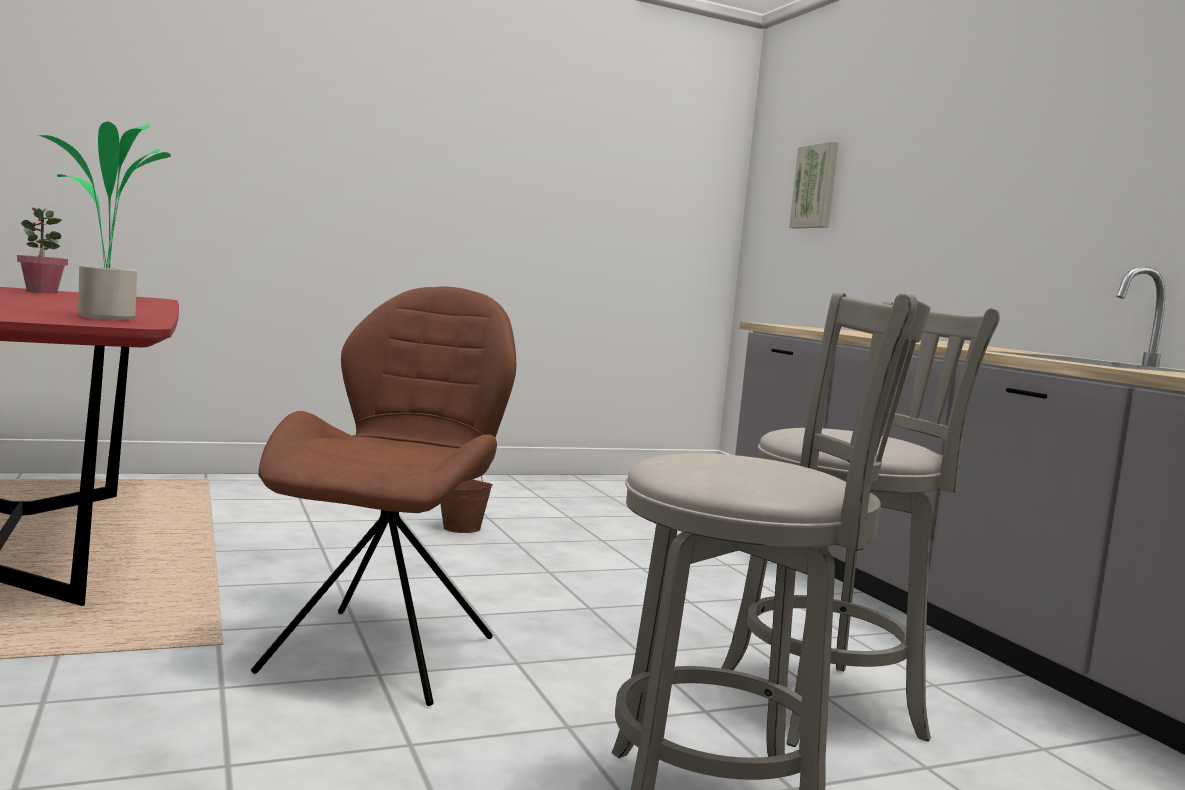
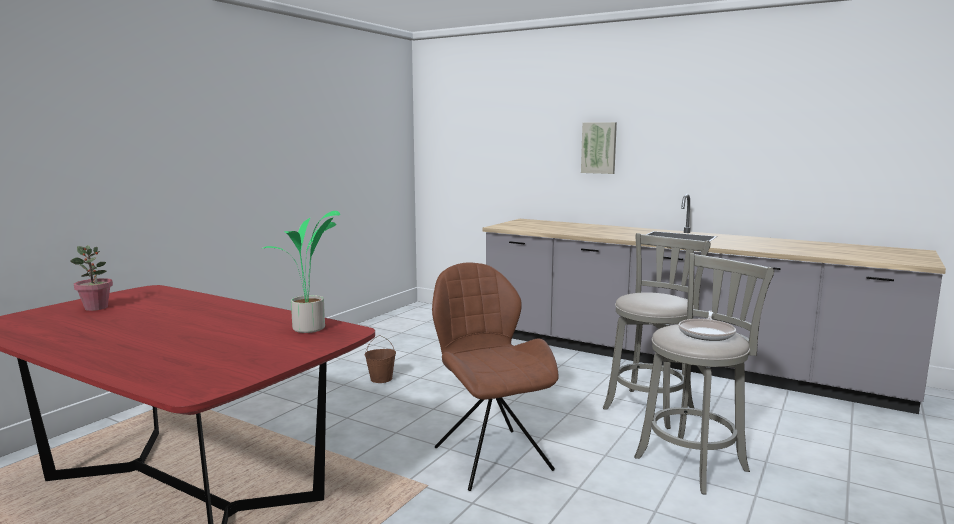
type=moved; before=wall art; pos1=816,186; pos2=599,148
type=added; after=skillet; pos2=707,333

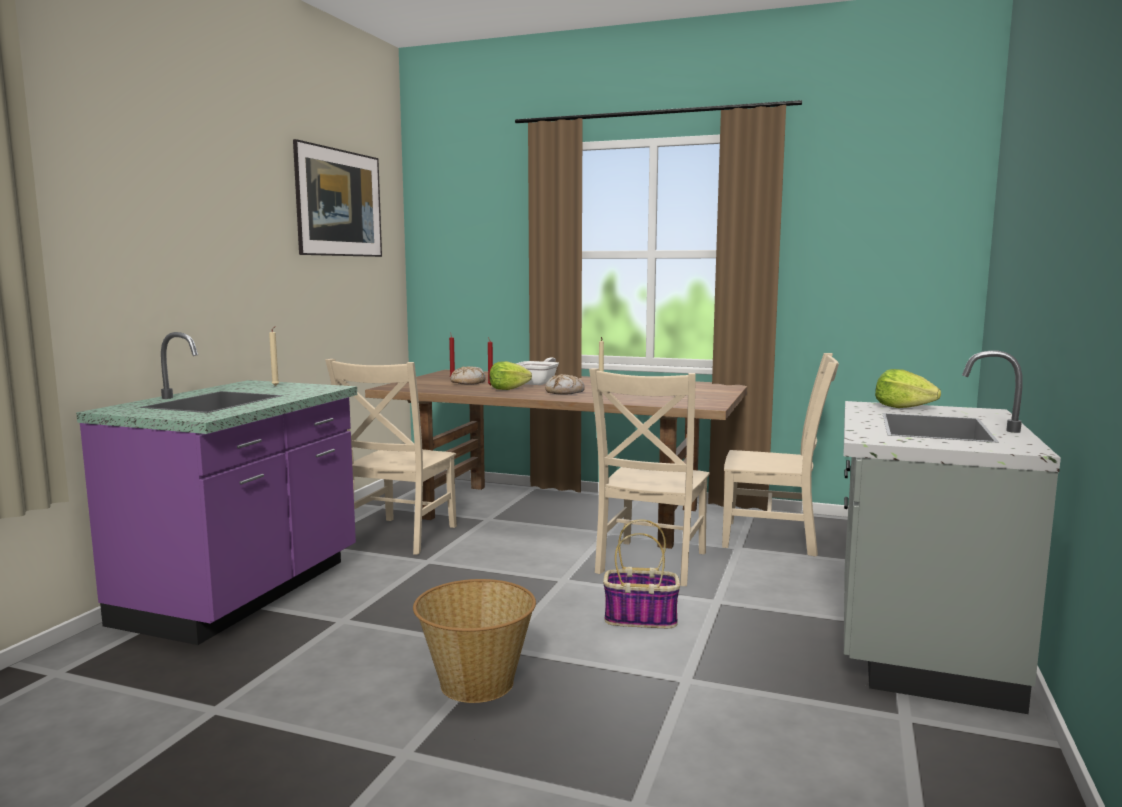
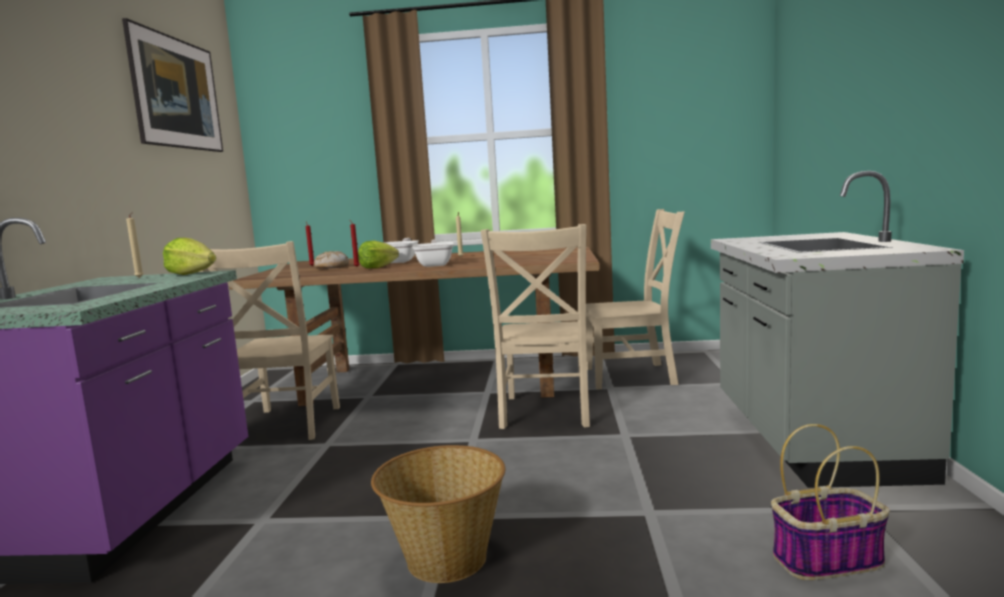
type=moved; before=head of lettuce; pos1=903,407; pos2=192,274
type=replaced; before=baked bread; after=skillet; pos1=564,392; pos2=435,264
type=moved; before=basket; pos1=641,618; pos2=828,559

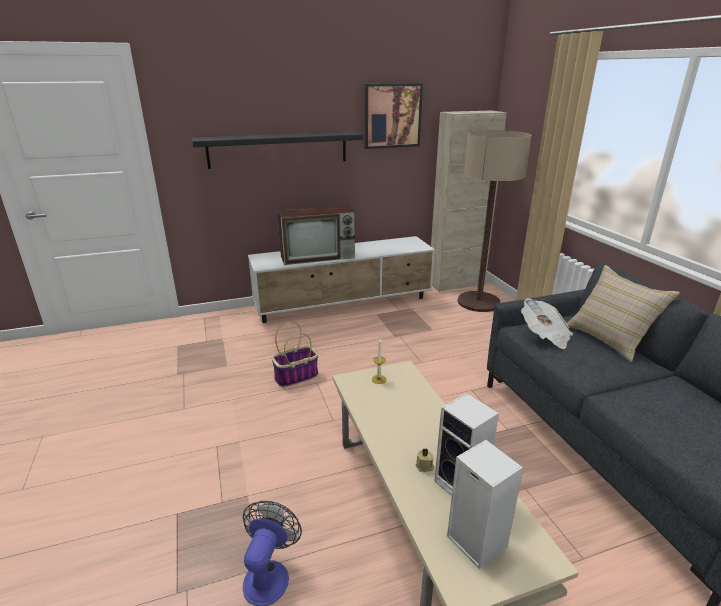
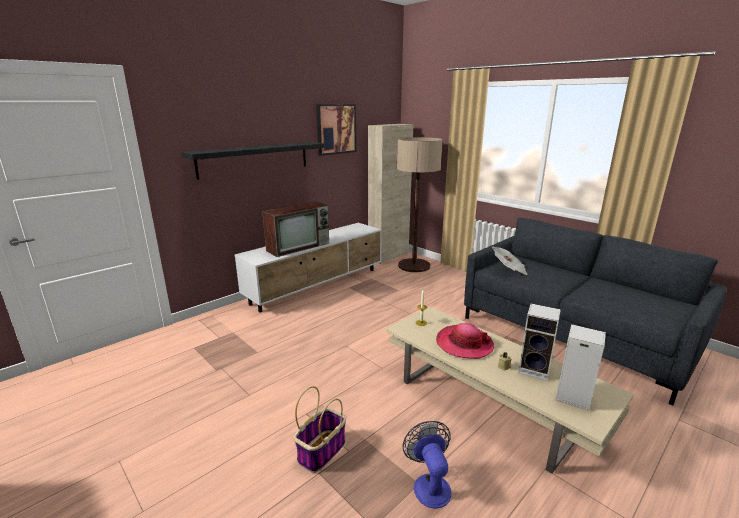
type=removed; before=sand-coloured pillow; pos1=610,339
type=moved; before=basket; pos1=296,376; pos2=322,450
type=added; after=hat; pos2=464,344

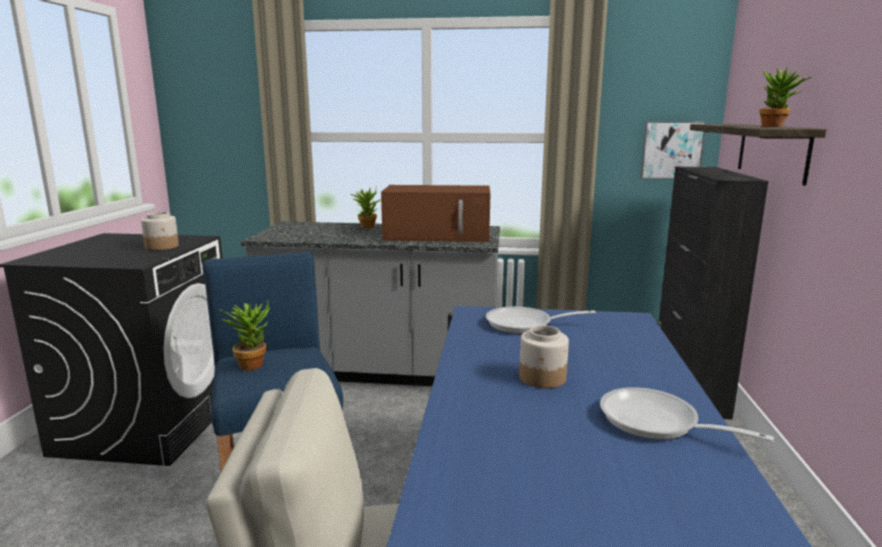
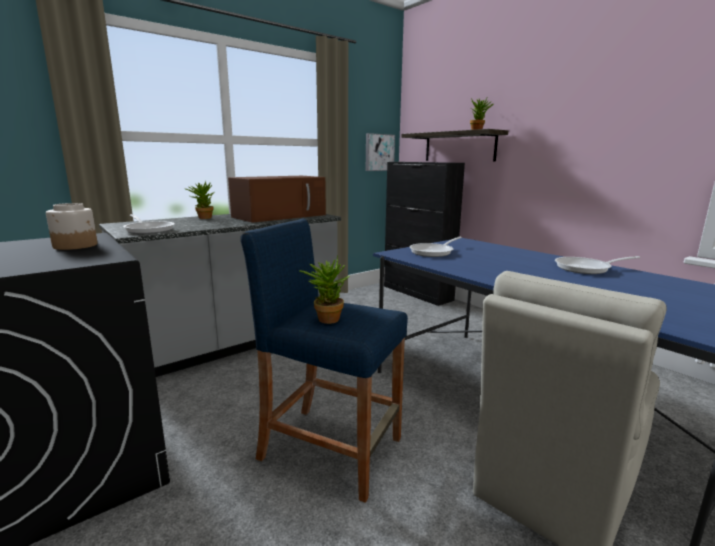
type=removed; before=preserve jar; pos1=542,378
type=added; after=skillet; pos2=149,230

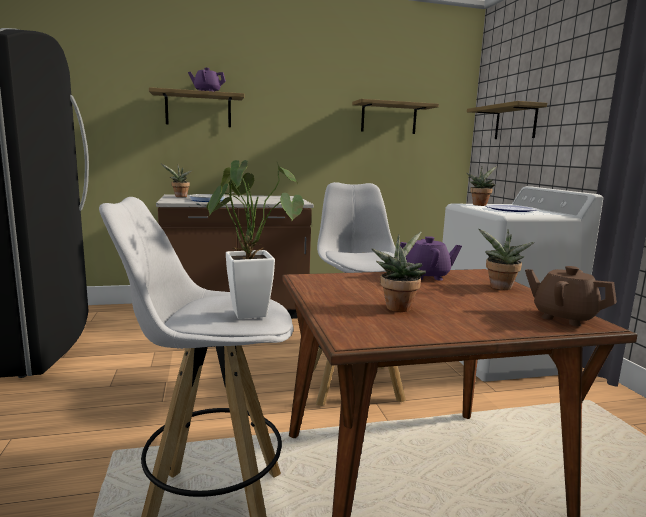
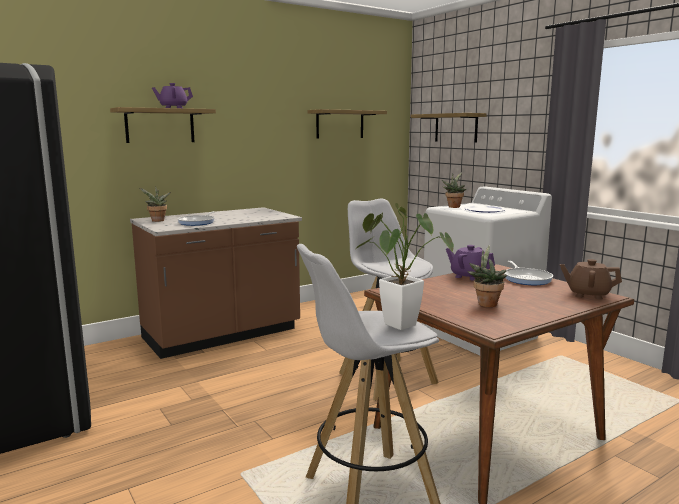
type=replaced; before=houseplant; after=skillet; pos1=499,288; pos2=526,279
type=turned; before=purplish pot for tea; pos1=426,276; pos2=468,276; turn=-120

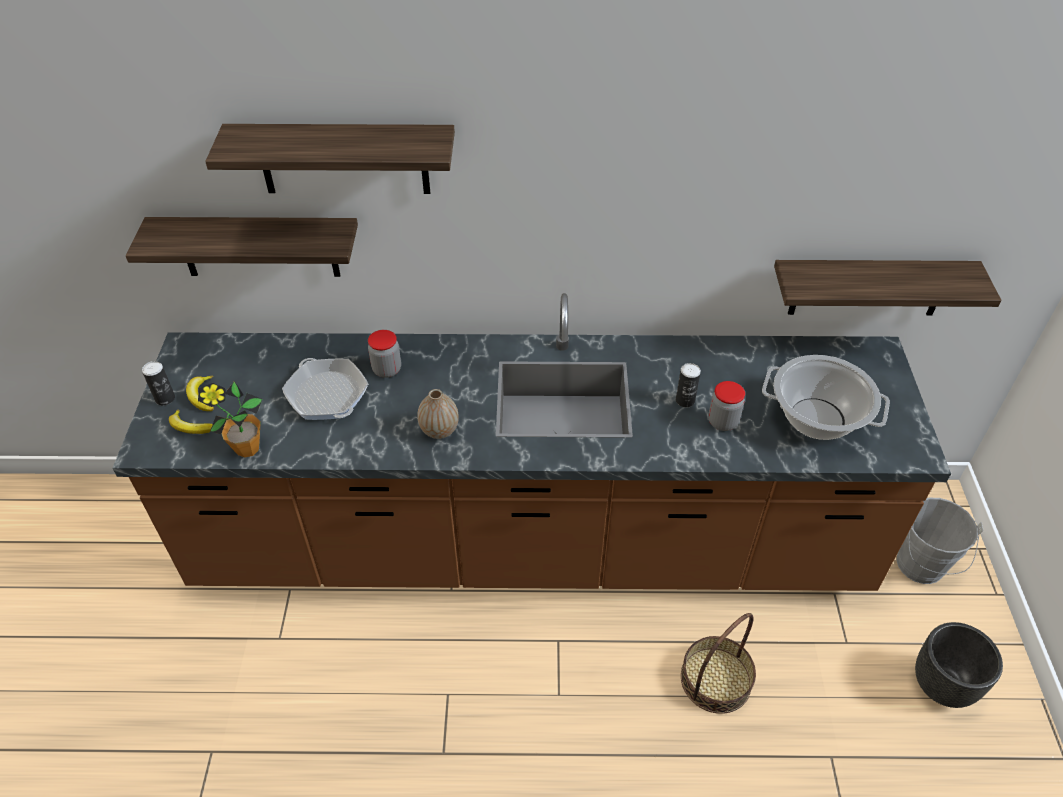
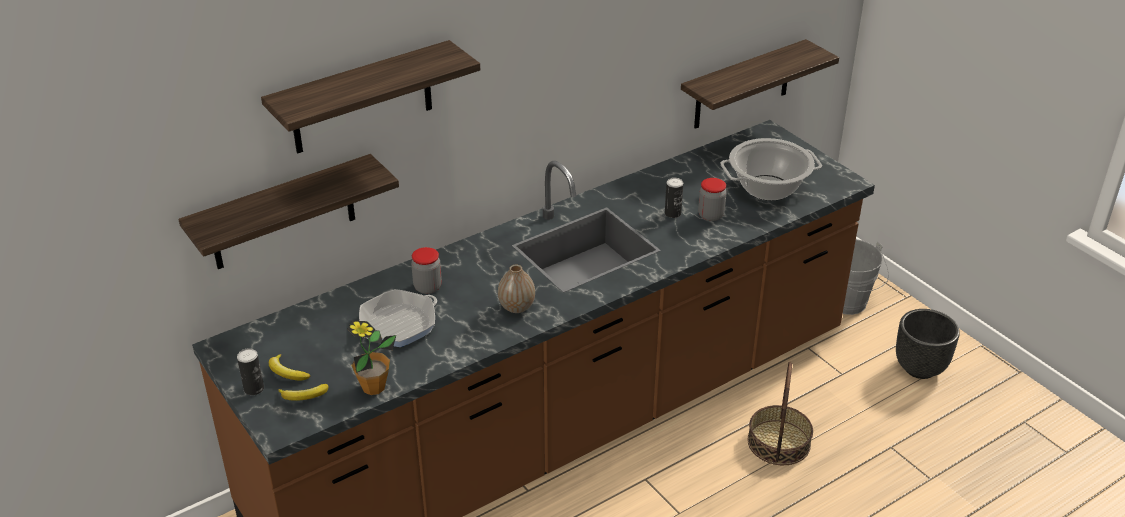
type=turned; before=skillet; pos1=327,395; pos2=398,324; turn=-60

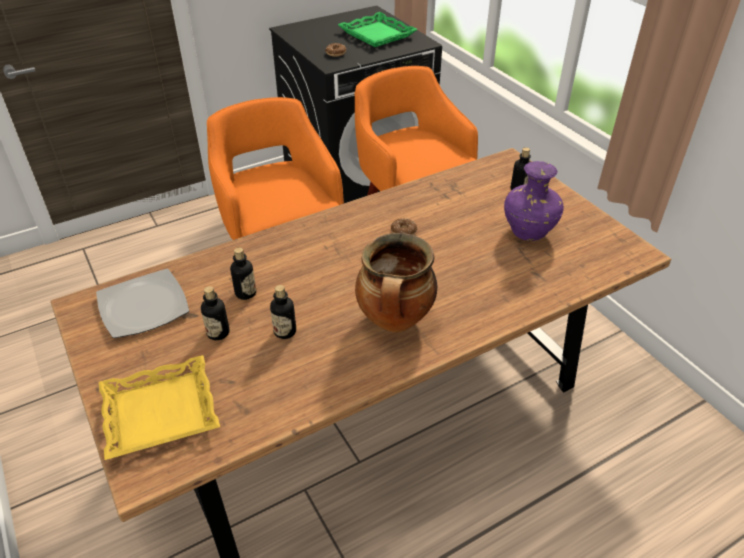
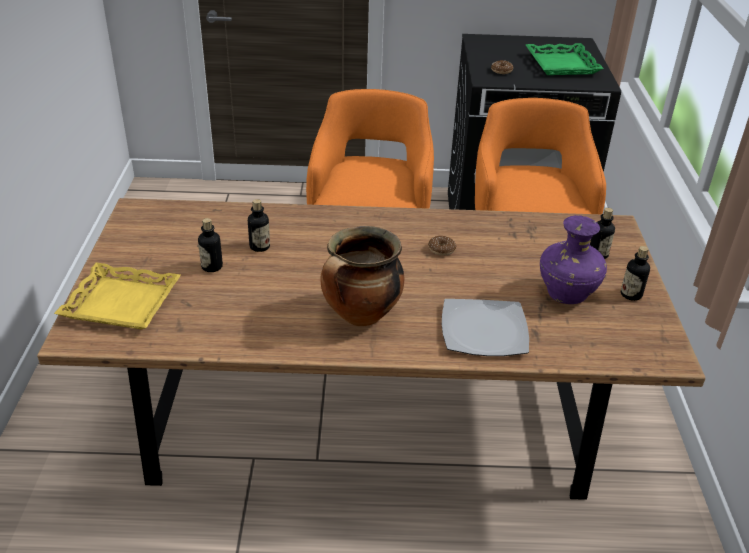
type=moved; before=plate; pos1=142,306; pos2=483,330
type=moved; before=beverage bottle; pos1=285,331; pos2=631,294

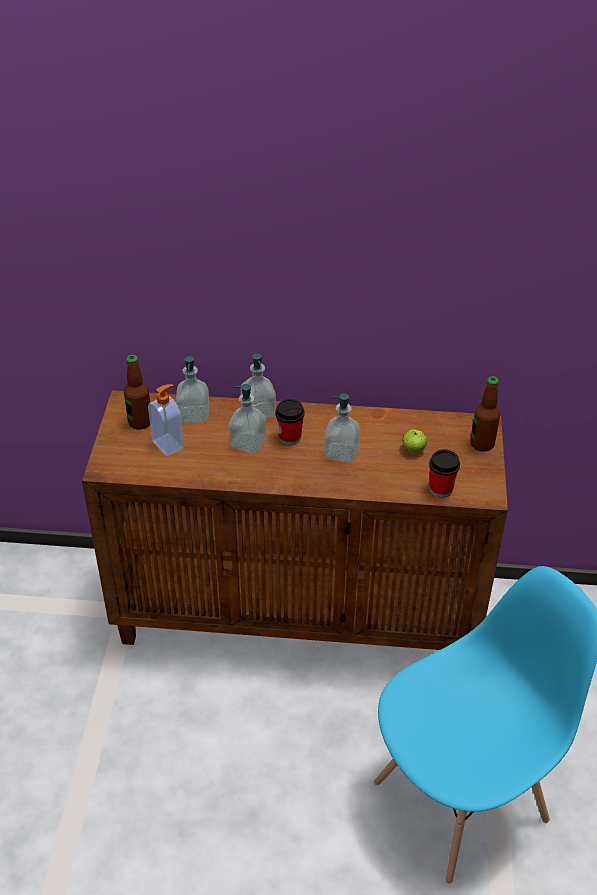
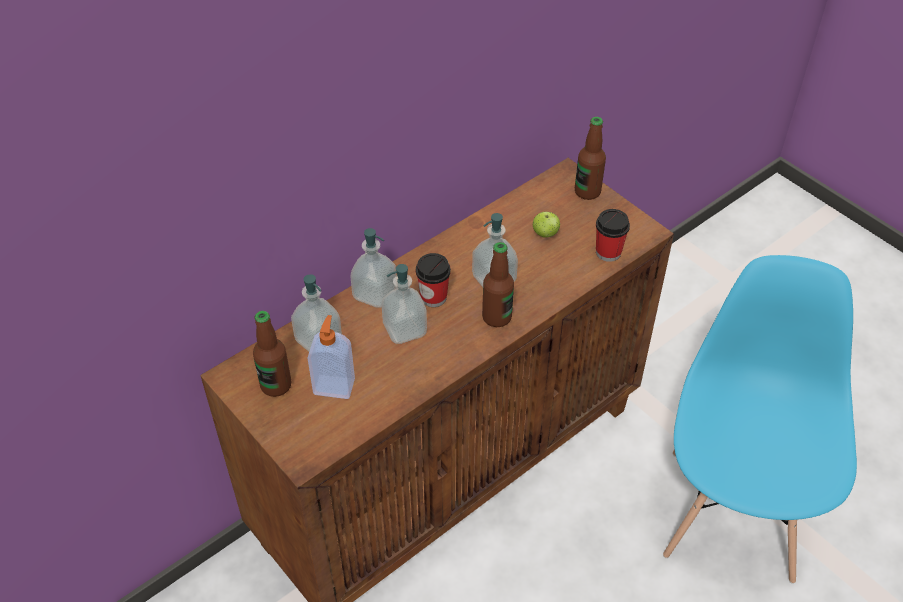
type=added; after=beverage bottle; pos2=496,317

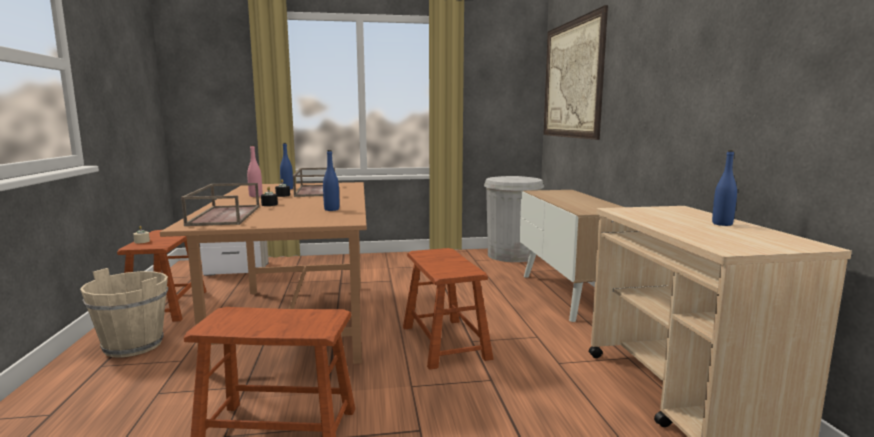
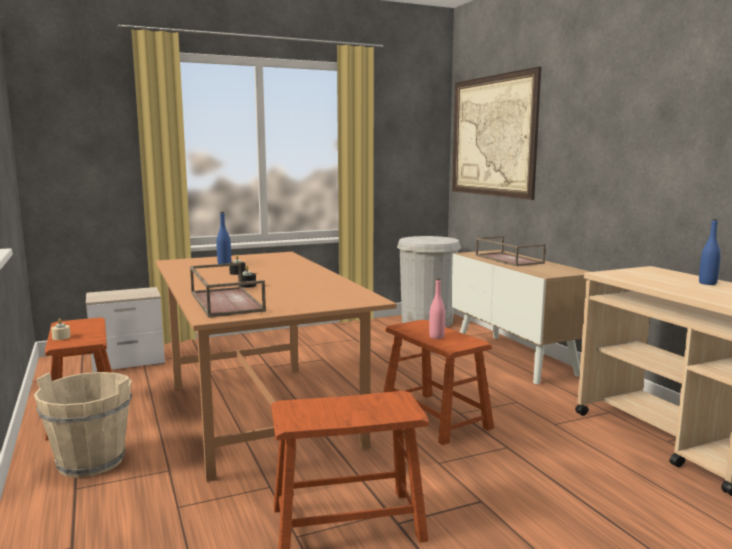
type=moved; before=pinkish beverage bottle; pos1=255,196; pos2=436,337
type=removed; before=blue-coloured beverage bottle; pos1=331,209
type=moved; before=brownish serving tray; pos1=315,191; pos2=507,259

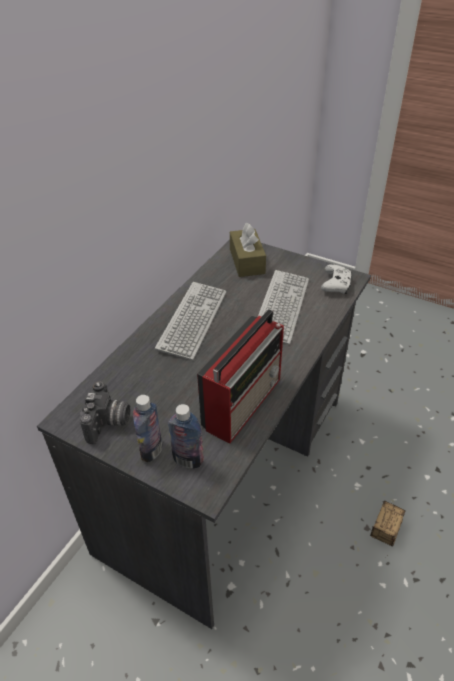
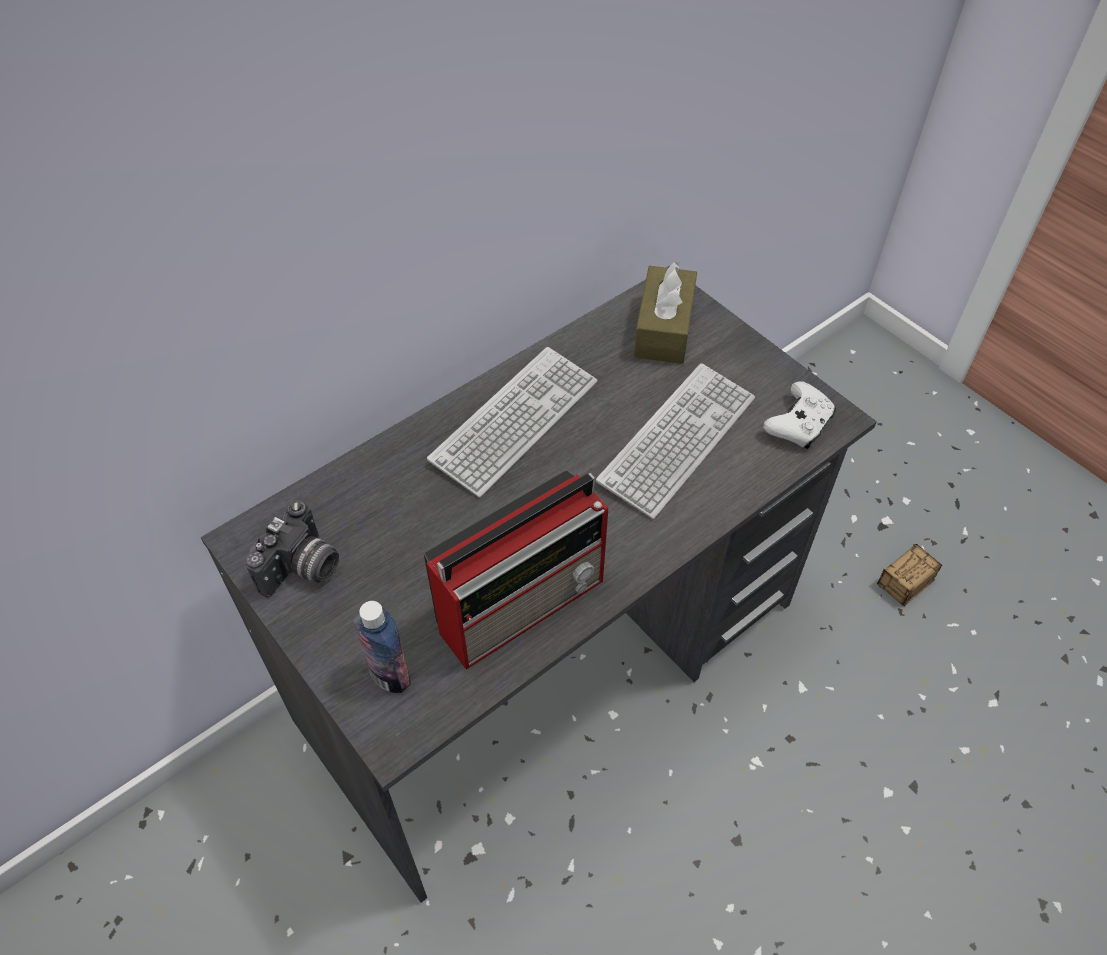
type=removed; before=beverage bottle; pos1=151,450
type=moved; before=storage box; pos1=378,547; pos2=883,601

